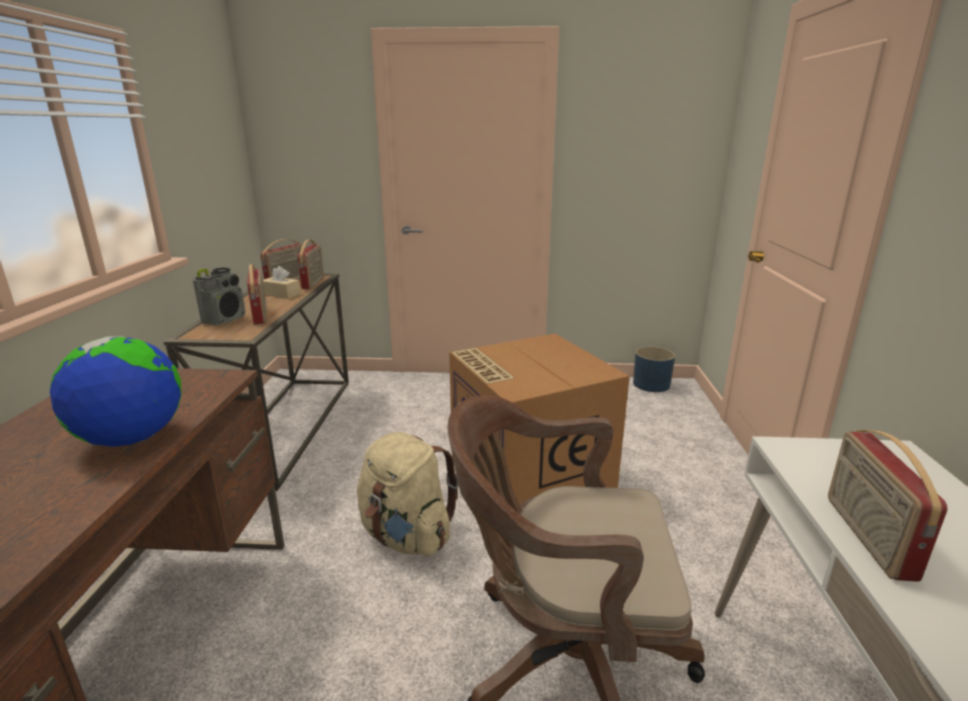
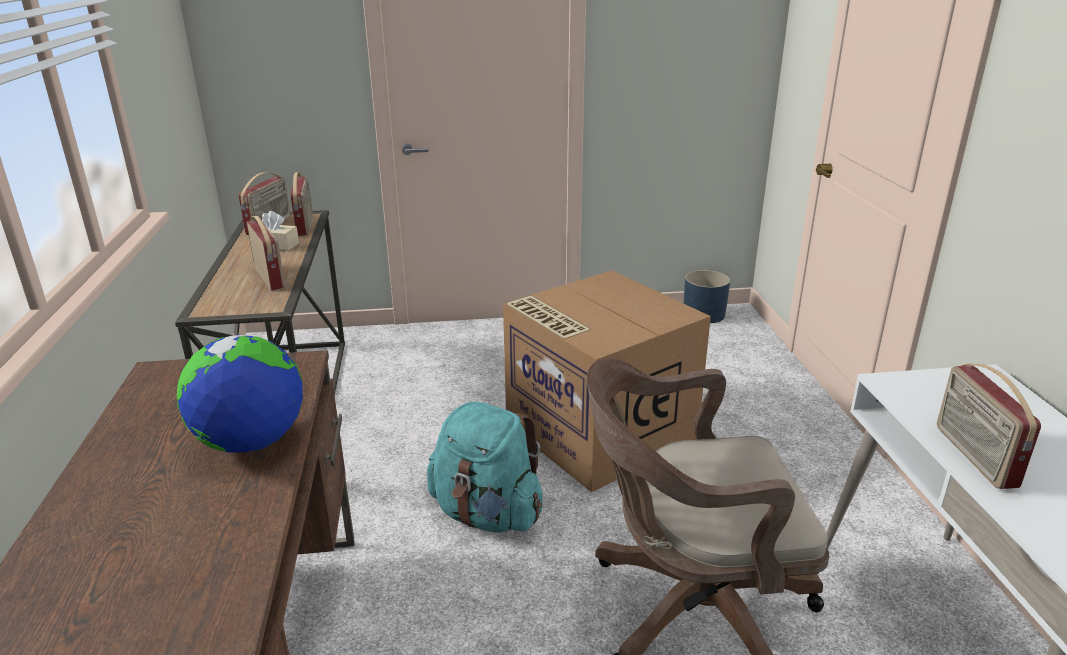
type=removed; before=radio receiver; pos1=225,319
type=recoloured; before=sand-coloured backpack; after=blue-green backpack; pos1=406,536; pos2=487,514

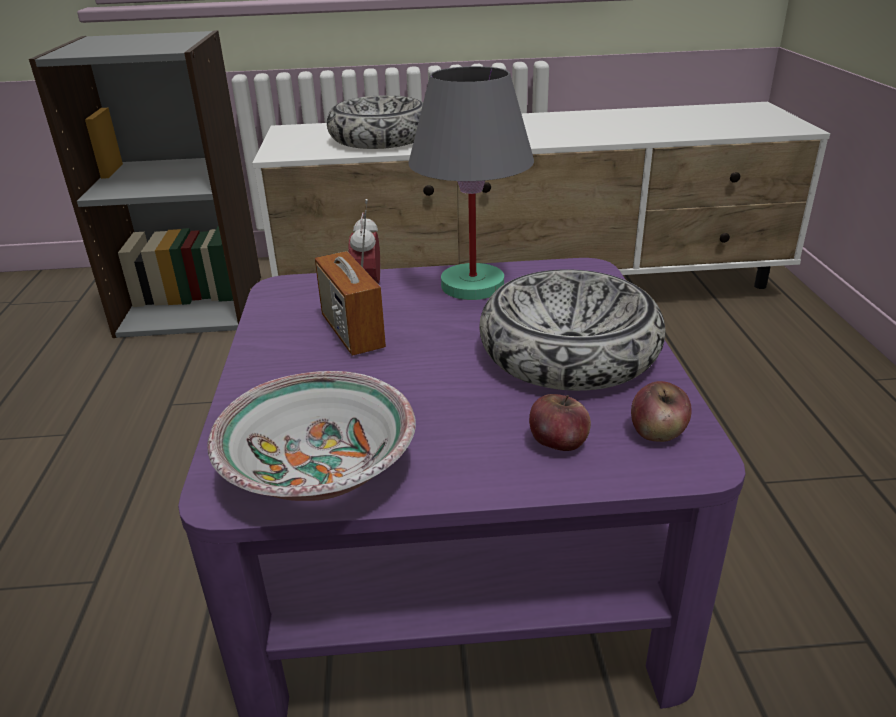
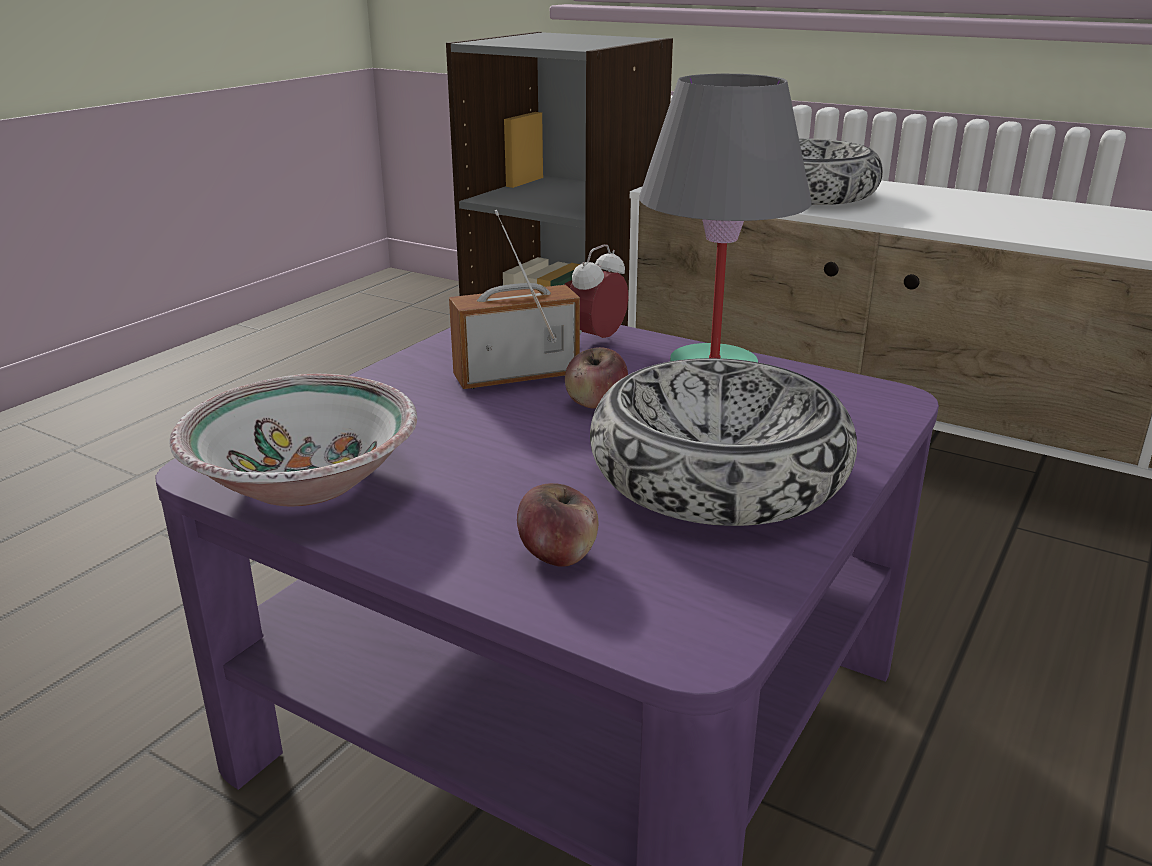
type=turned; before=radio receiver; pos1=352,332; pos2=516,377; turn=60
type=moved; before=whole apple; pos1=657,433; pos2=596,403

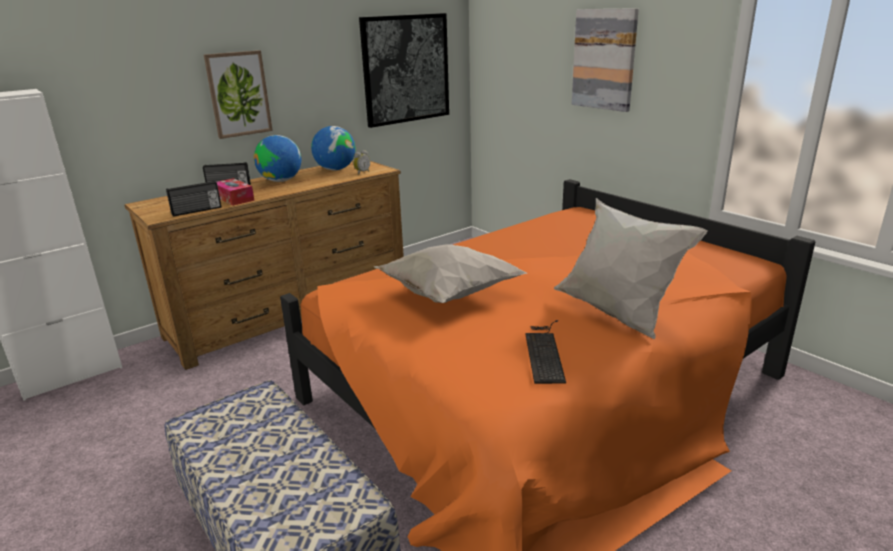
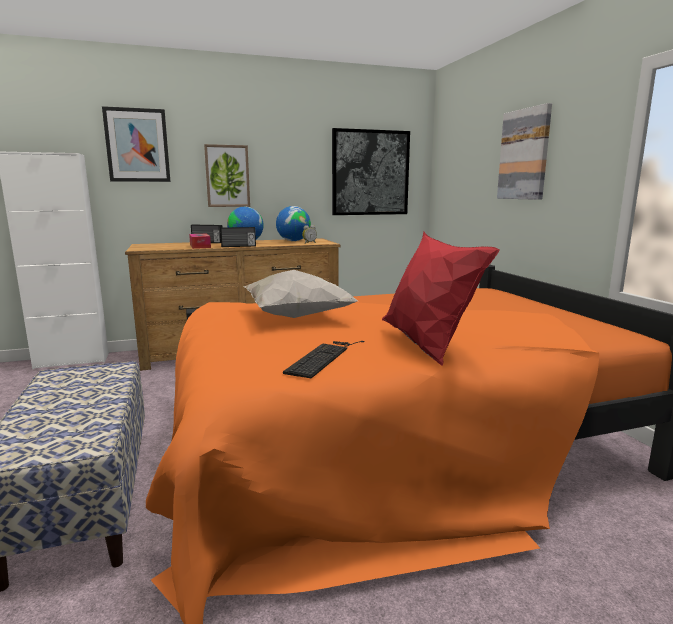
type=moved; before=radio receiver; pos1=197,211; pos2=238,246
type=recoloured; before=white pillow; after=red pillow; pos1=617,315; pos2=427,346
type=added; after=wall art; pos2=137,145

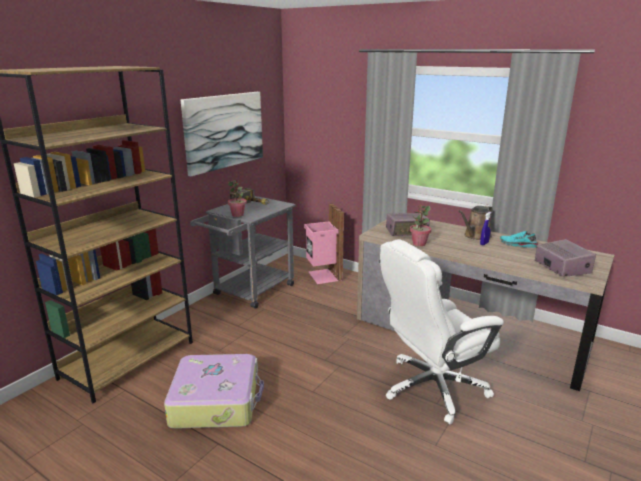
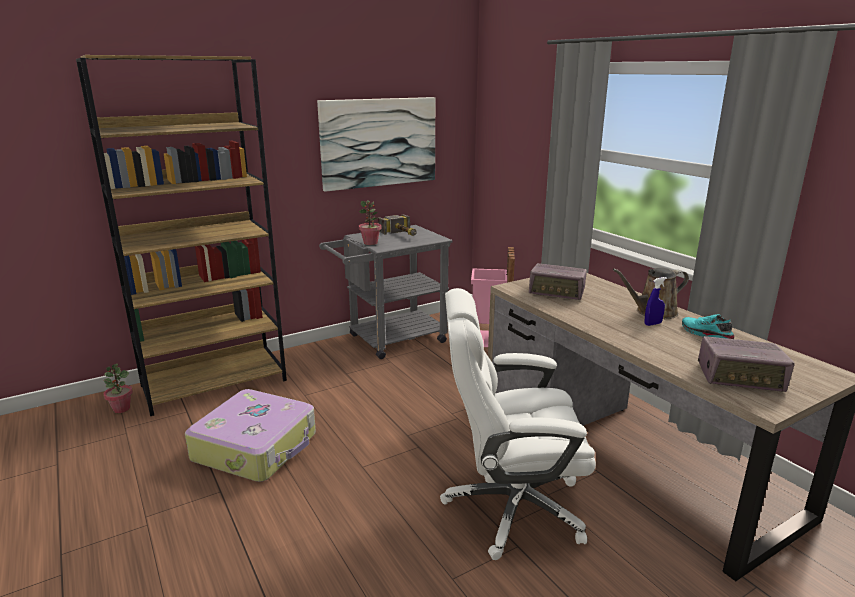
type=moved; before=houseplant; pos1=419,243; pos2=121,409
type=turned; before=radio receiver; pos1=562,267; pos2=740,378; turn=90

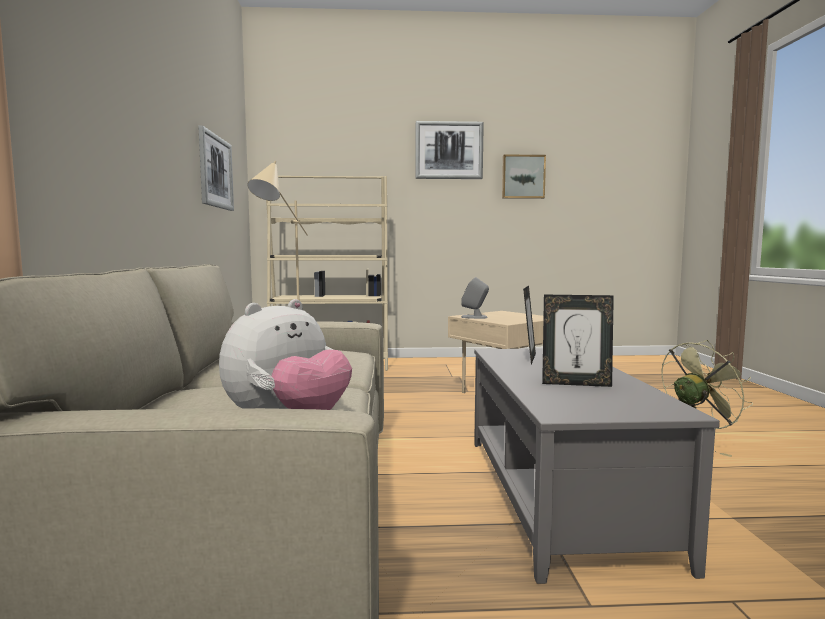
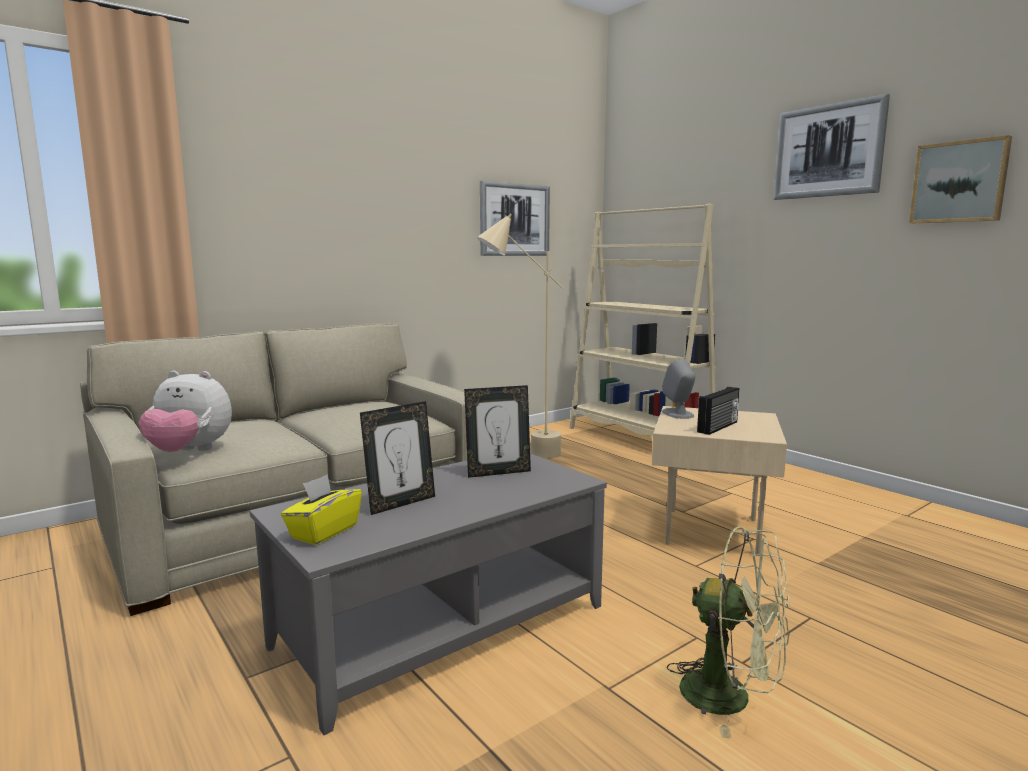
type=turned; before=standing frame; pos1=575,383; pos2=400,503; turn=-105
type=added; after=radio receiver; pos2=719,427
type=added; after=yellow box of tissues; pos2=323,531

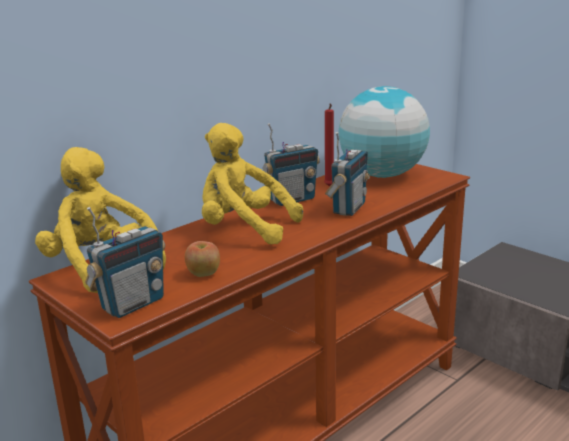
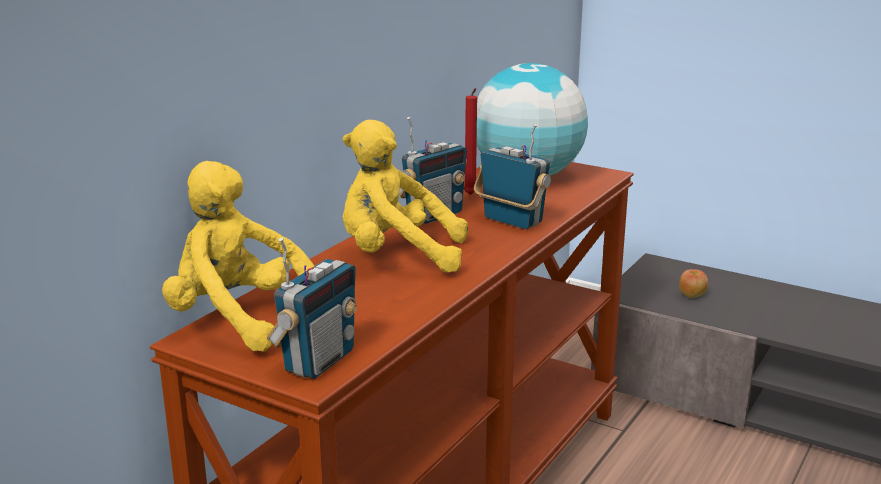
type=turned; before=radio receiver; pos1=348,208; pos2=512,221; turn=-60
type=moved; before=whole apple; pos1=203,274; pos2=692,296

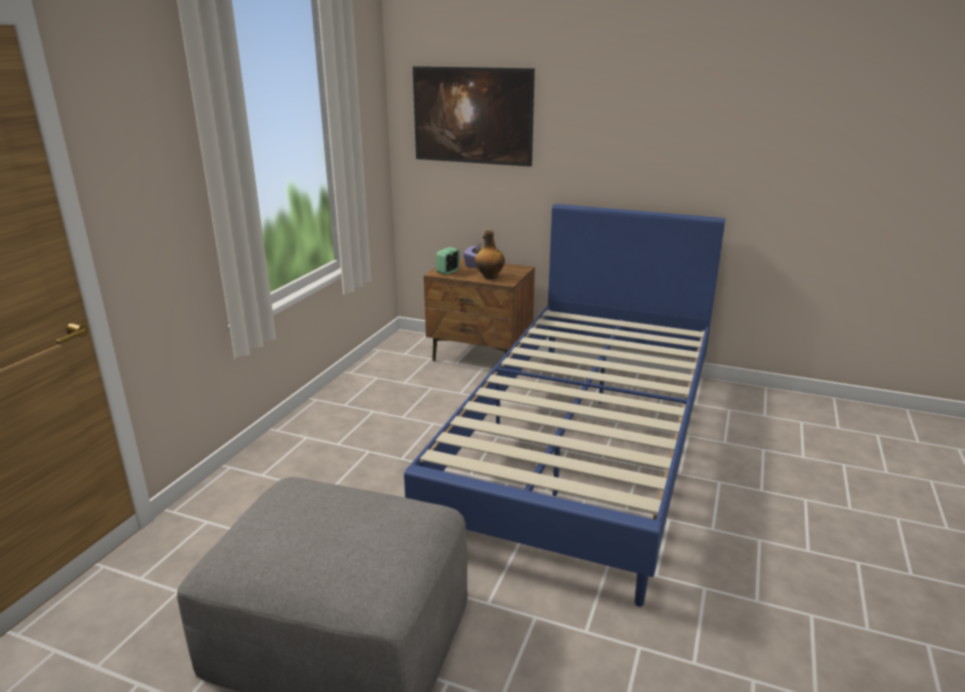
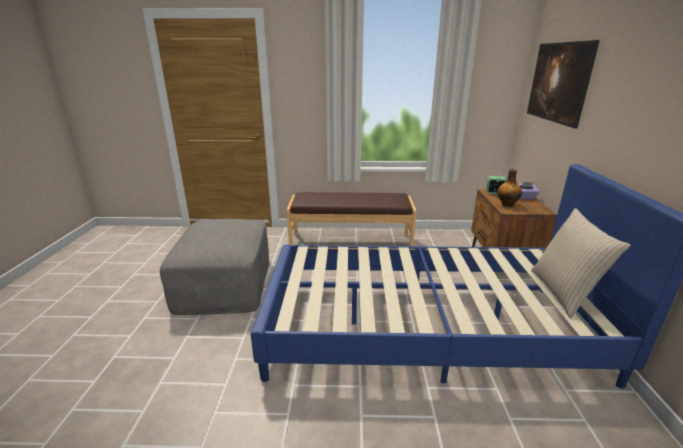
type=added; after=brownish indoor bench; pos2=350,242
type=added; after=sand-coloured pillow; pos2=563,292

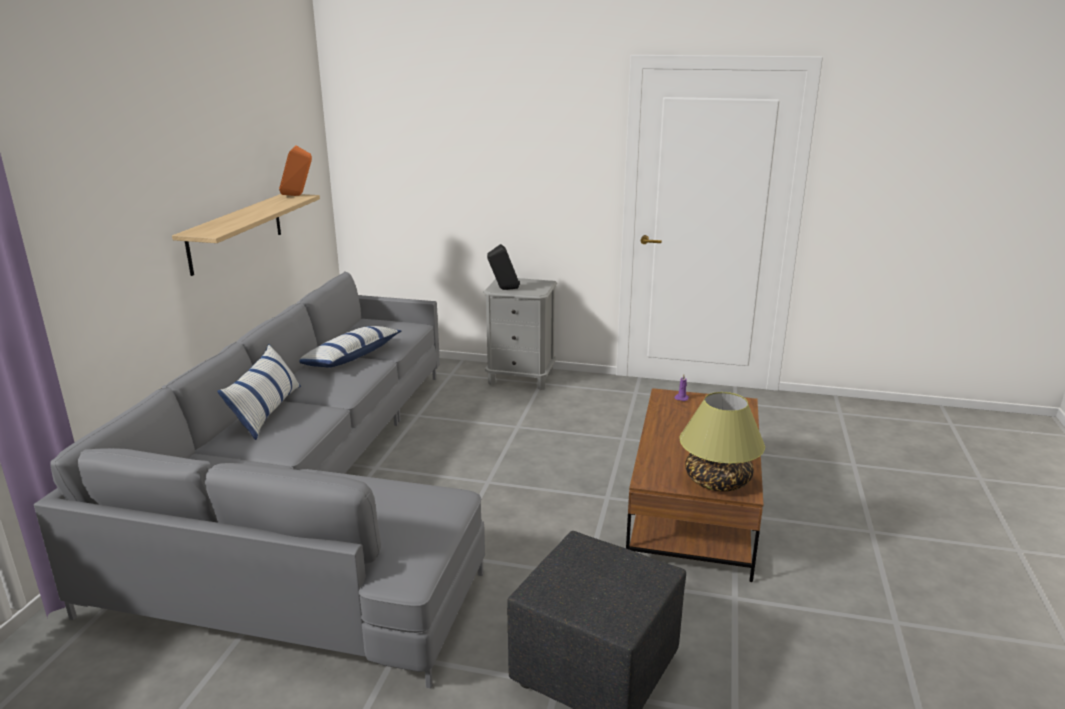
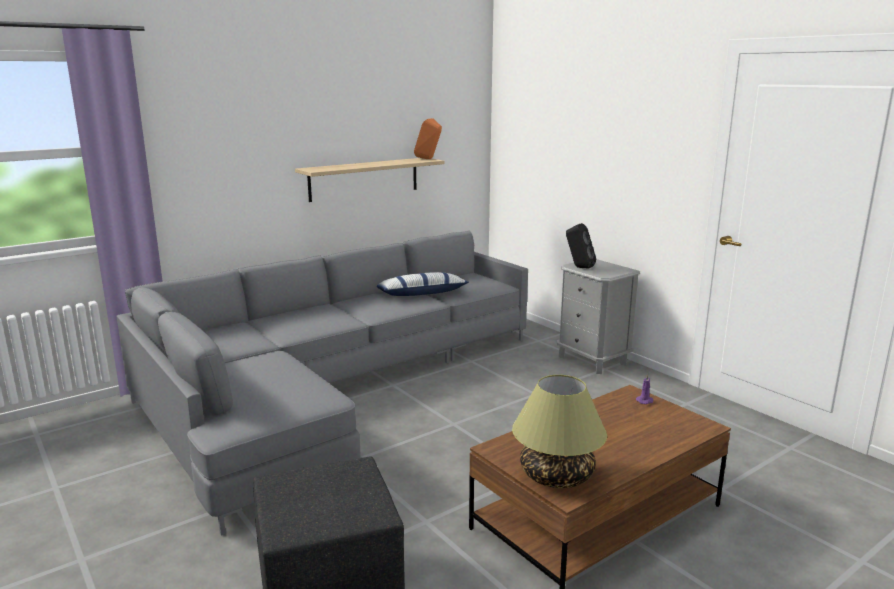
type=removed; before=pillow; pos1=267,411

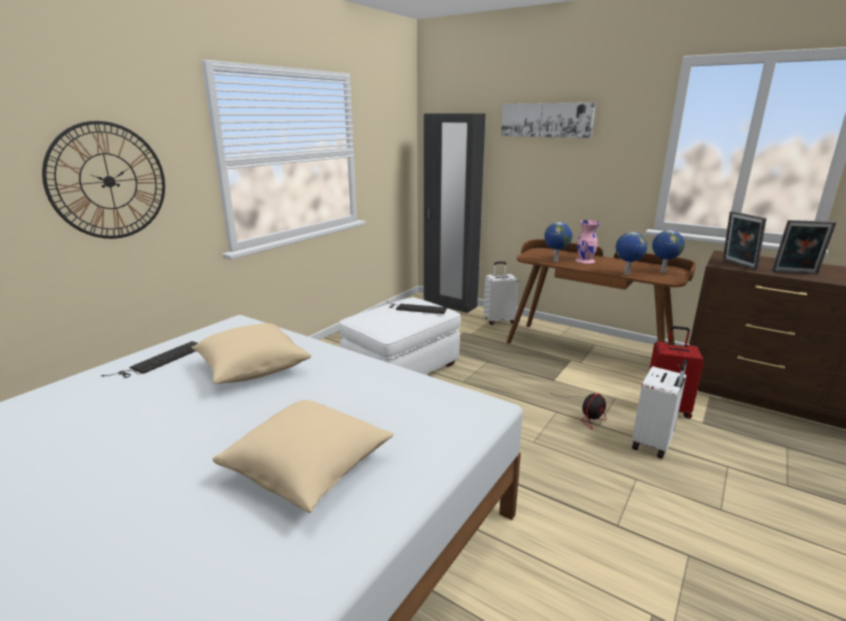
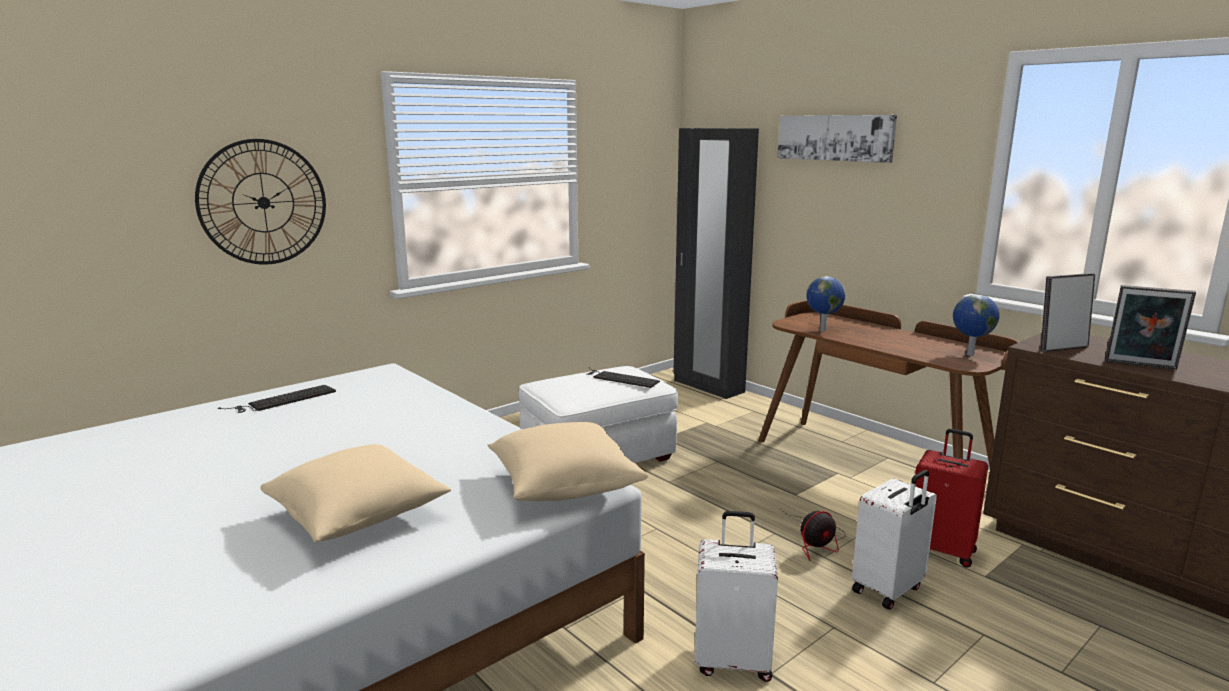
type=turned; before=standing frame; pos1=737,264; pos2=1061,348; turn=75
type=removed; before=pinkish decorative vase; pos1=585,260
type=removed; before=desk globe; pos1=626,274
type=moved; before=white travel case; pos1=499,321; pos2=733,661
type=moved; before=sand-coloured pillow; pos1=252,369; pos2=564,485

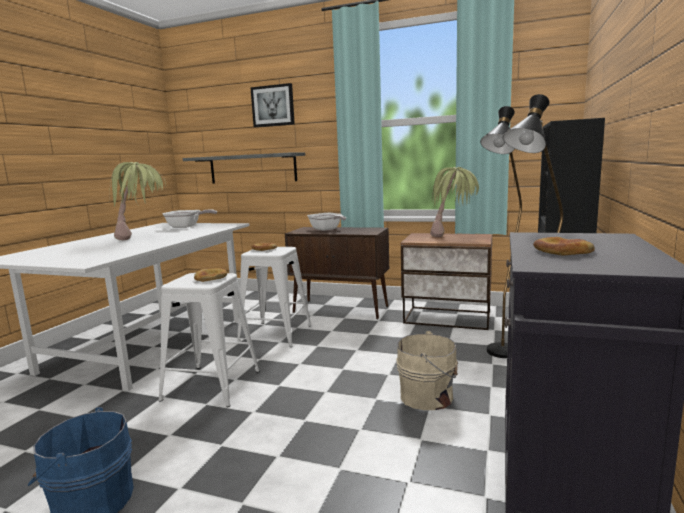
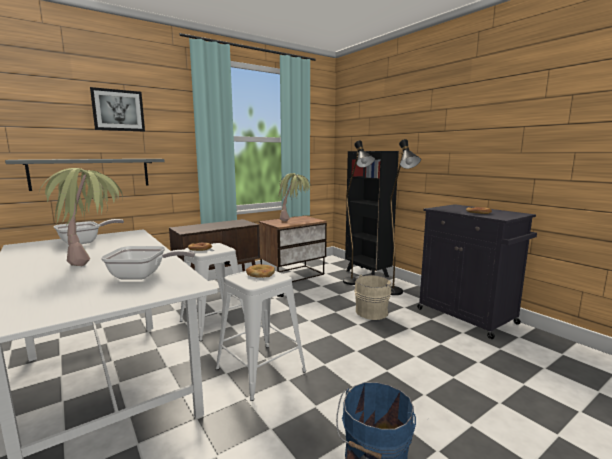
type=moved; before=skillet; pos1=327,229; pos2=143,276

